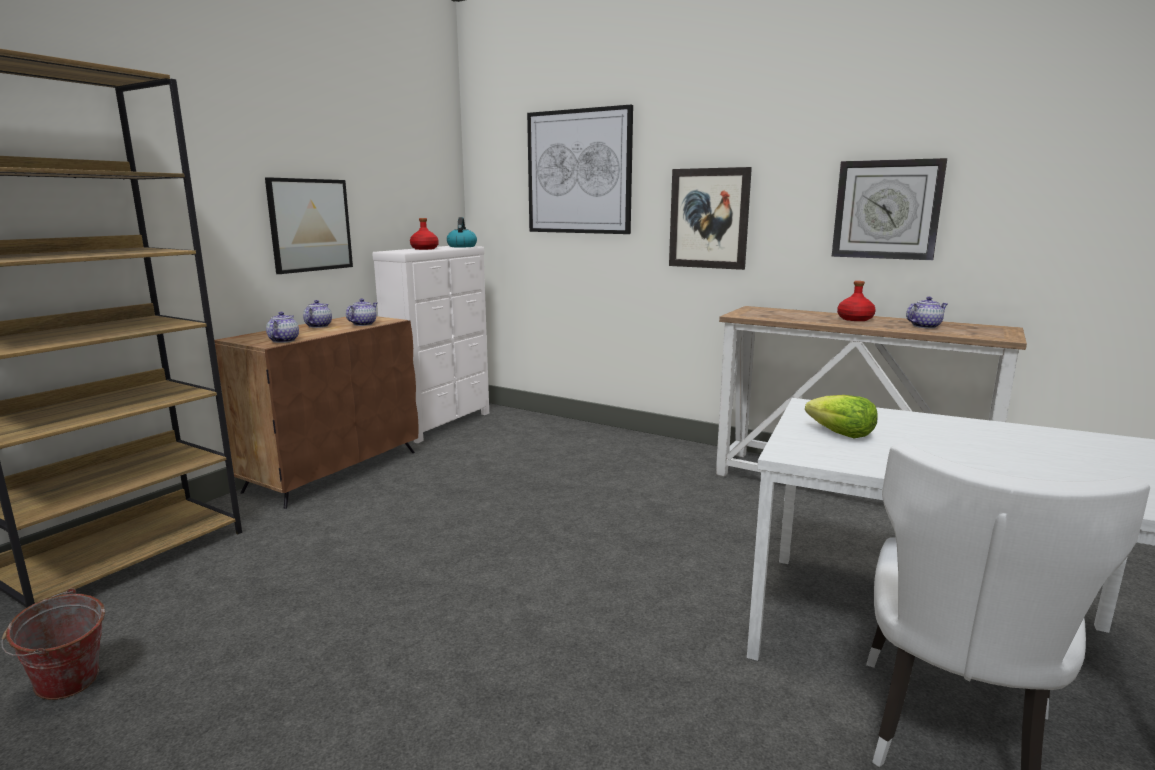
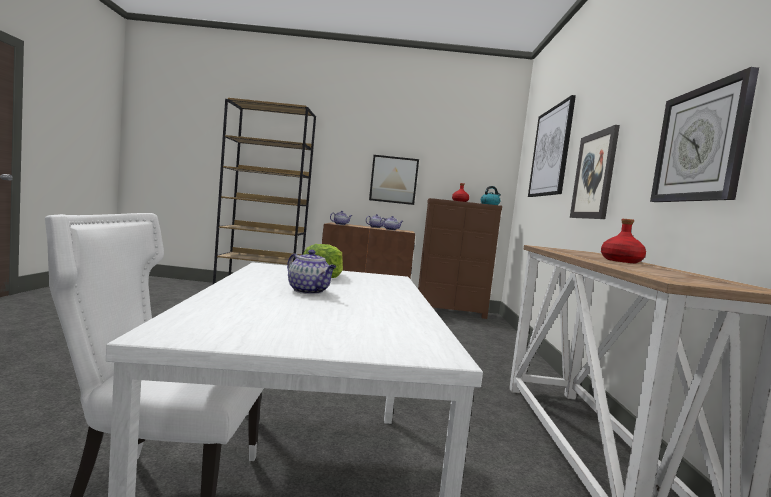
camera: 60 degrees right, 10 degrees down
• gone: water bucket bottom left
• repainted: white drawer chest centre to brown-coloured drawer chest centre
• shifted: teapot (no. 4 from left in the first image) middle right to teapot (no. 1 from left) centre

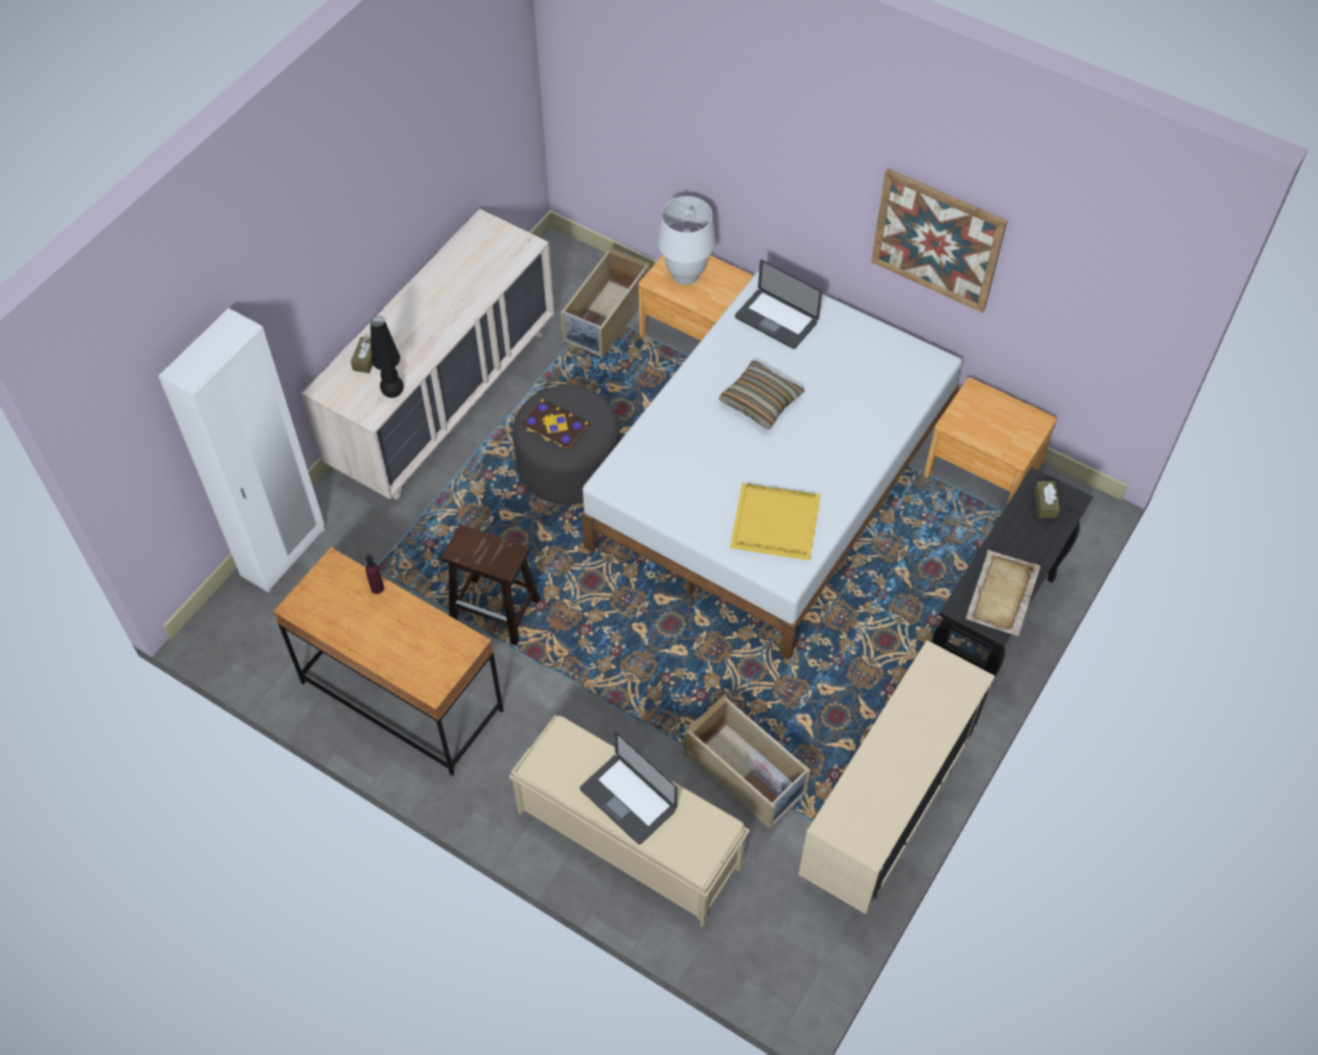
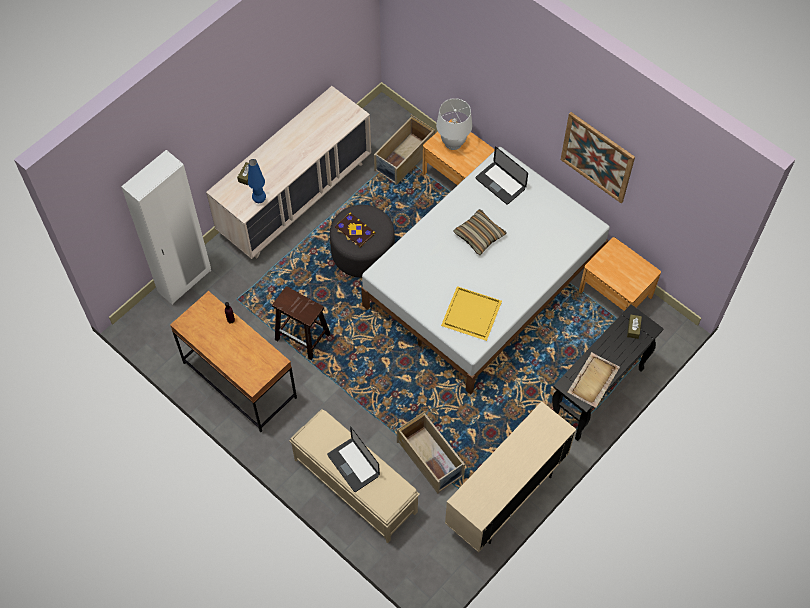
camera: 10 degrees right, 5 degrees up
• repainted: blackish table lamp middle left to blue-coloured table lamp top left

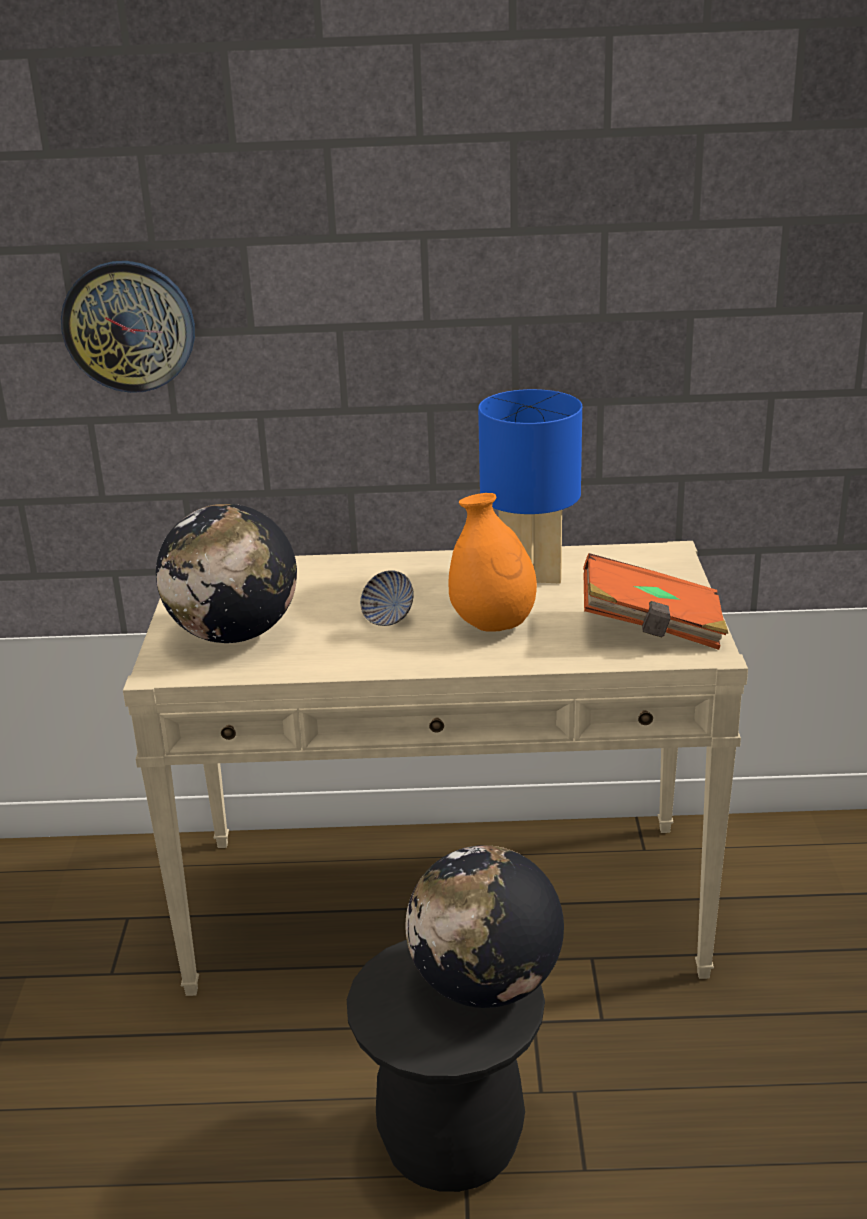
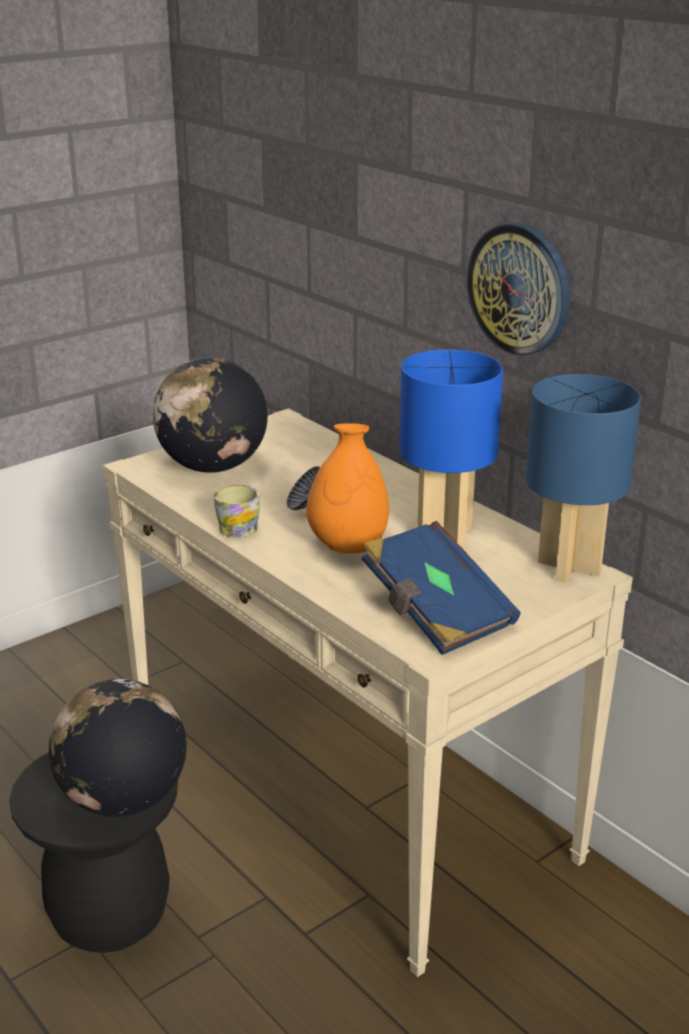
camera: 50 degrees right, 0 degrees up
• shifted: hanging clock top left to top right
• repainted: orange-coloured book middle right to blue-coloured book centre
• new: coffee mug centre
• new: blue-coloured table lamp (no. 2 from left) middle right

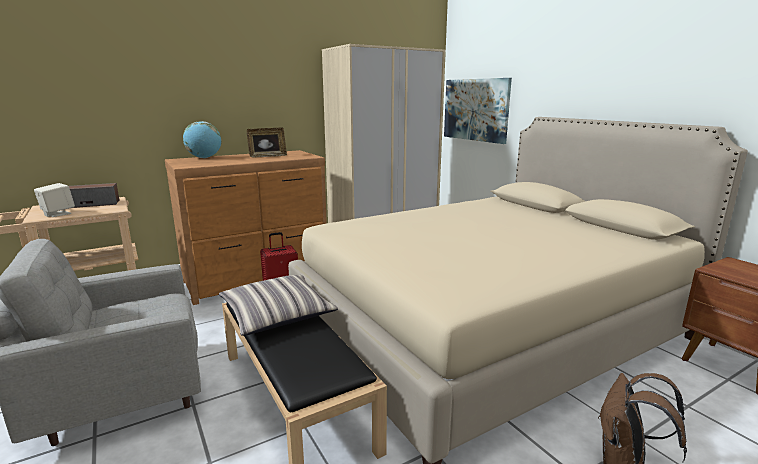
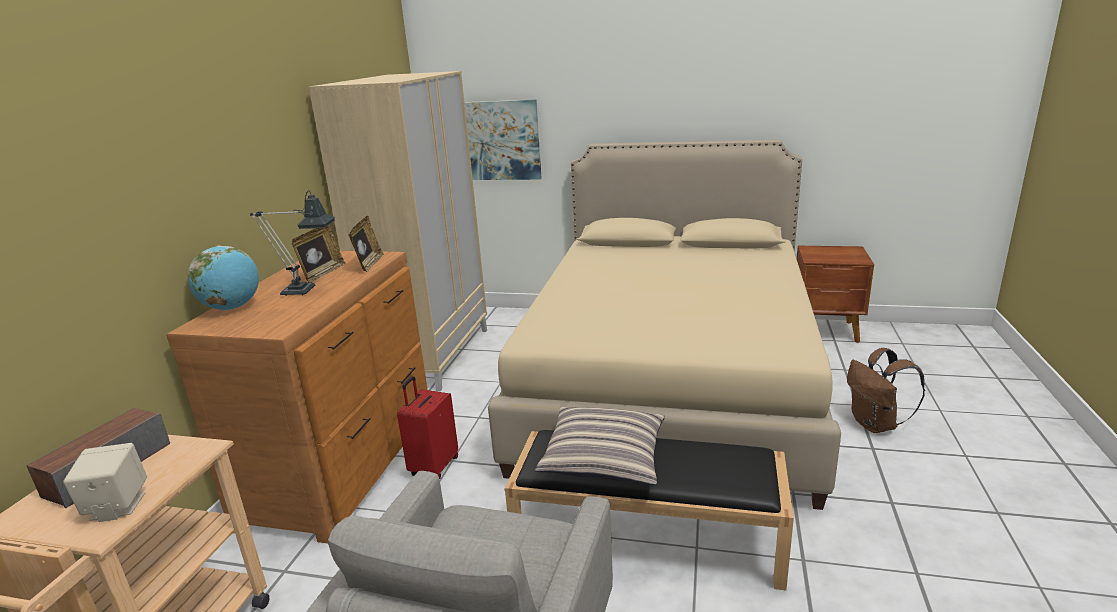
camera: 45 degrees left, 5 degrees up
• new: table lamp middle left
• new: picture frame (no. 2 from left) middle left

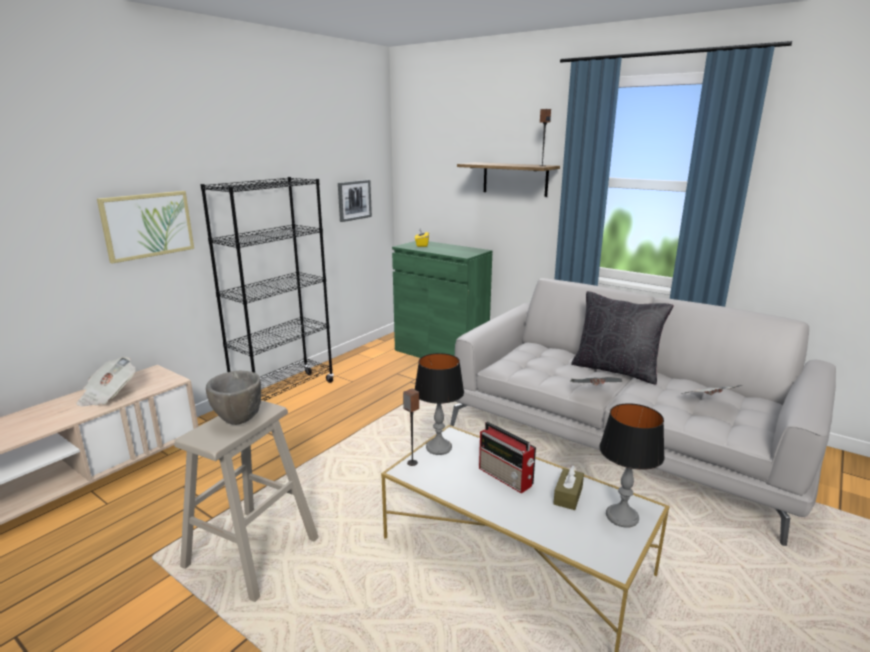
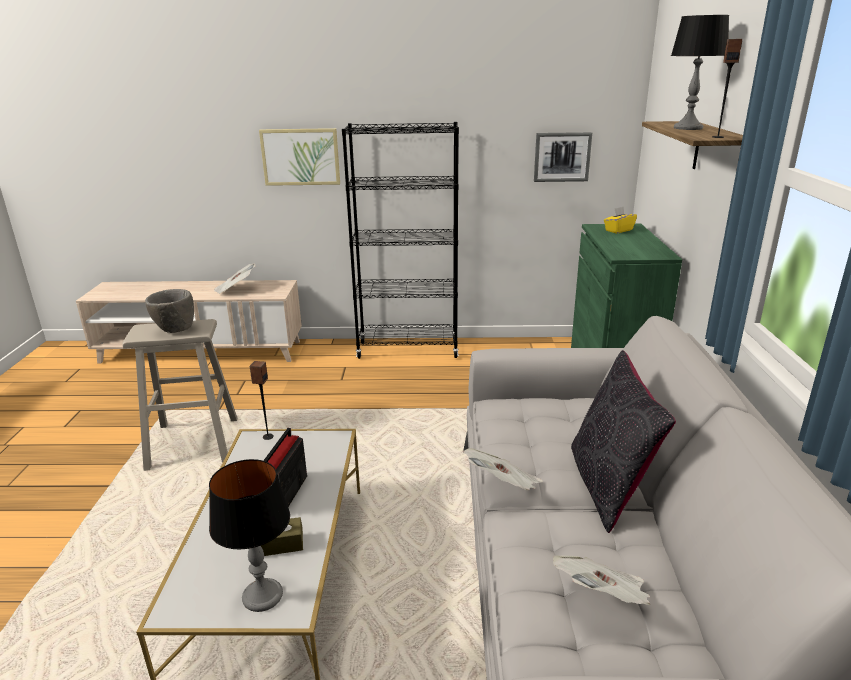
camera: 55 degrees right, 5 degrees up
• shifted: table lamp (no. 1 from left in the first image) centre to table lamp (no. 2 from left) top right

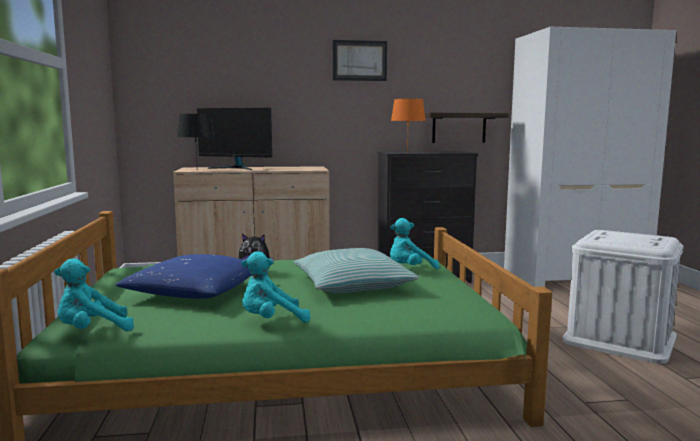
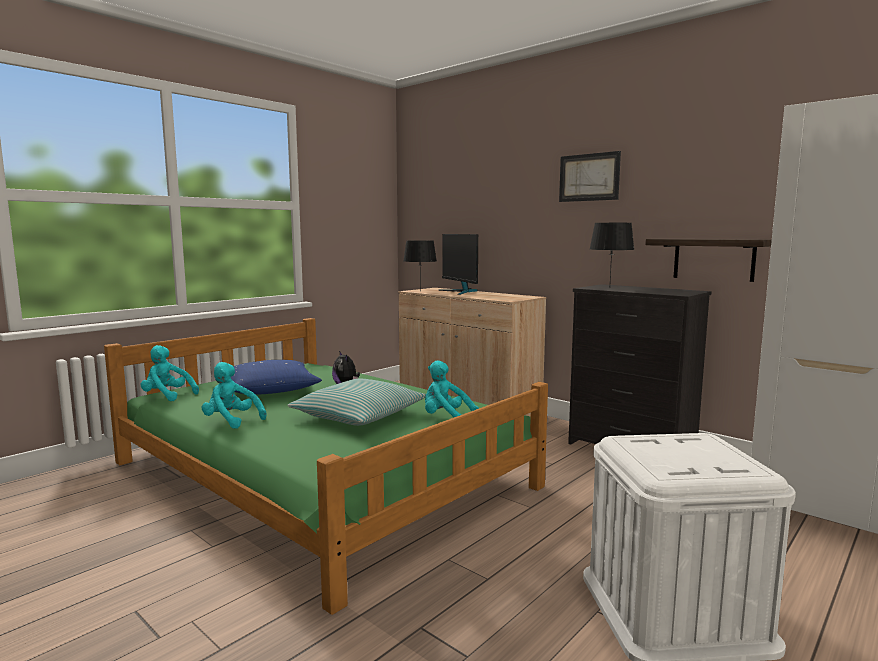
camera: 50 degrees right, 0 degrees up
• repainted: orange-coloured table lamp top centre to blackish table lamp (no. 2 from left) middle right

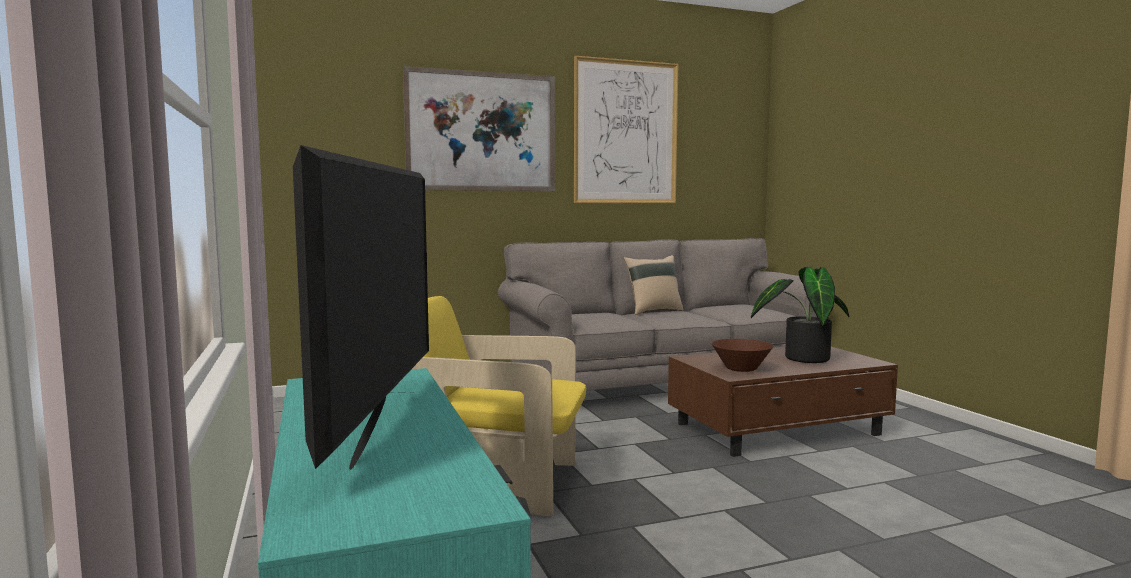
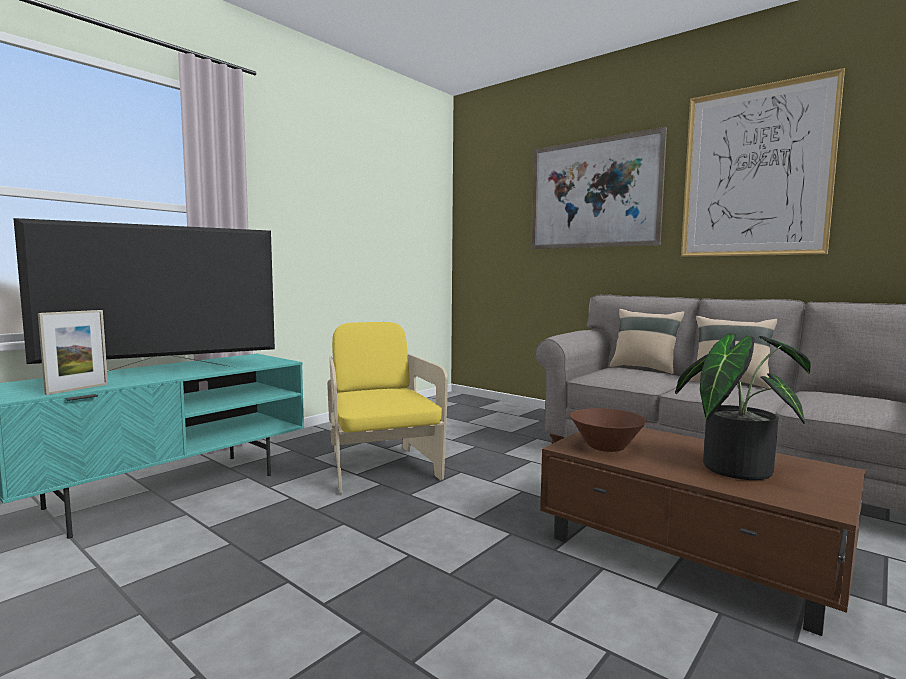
camera: 60 degrees right, 0 degrees up
• new: picture frame middle left
• new: sand-coloured throw pillow (no. 1 from left) middle right

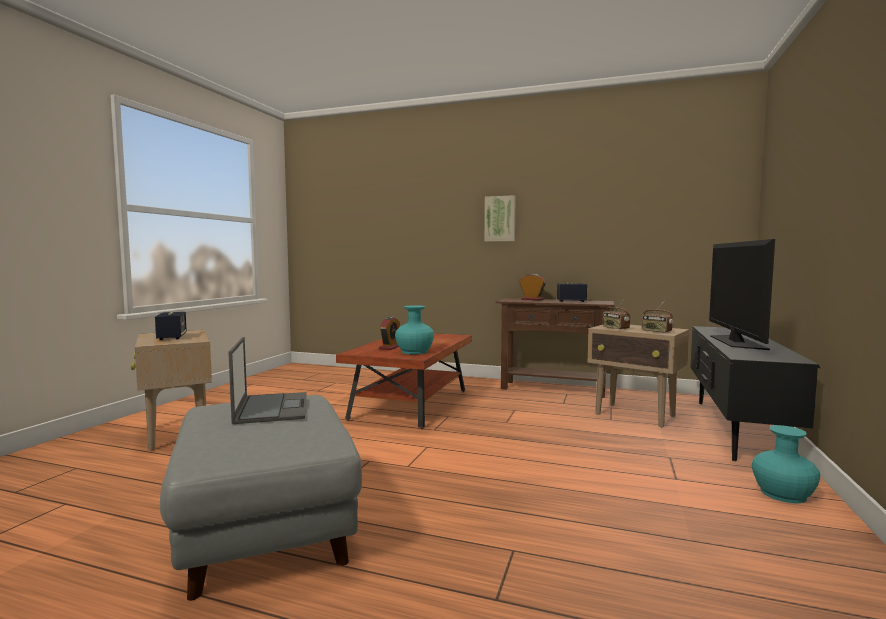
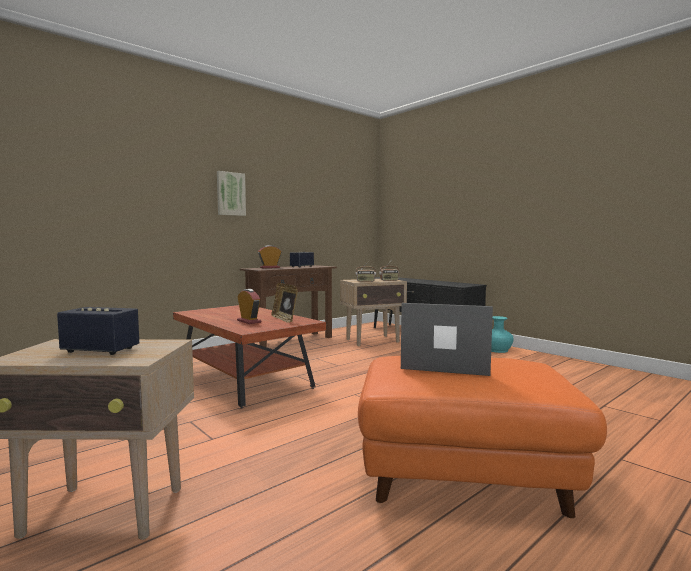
camera: 60 degrees left, 0 degrees up
• repainted: gray ottoman bottom left to orange-coloured ottoman bottom right
• swapped: blue-green flower vase (no. 1 from left) centre to picture frame centre
• gone: TV middle right

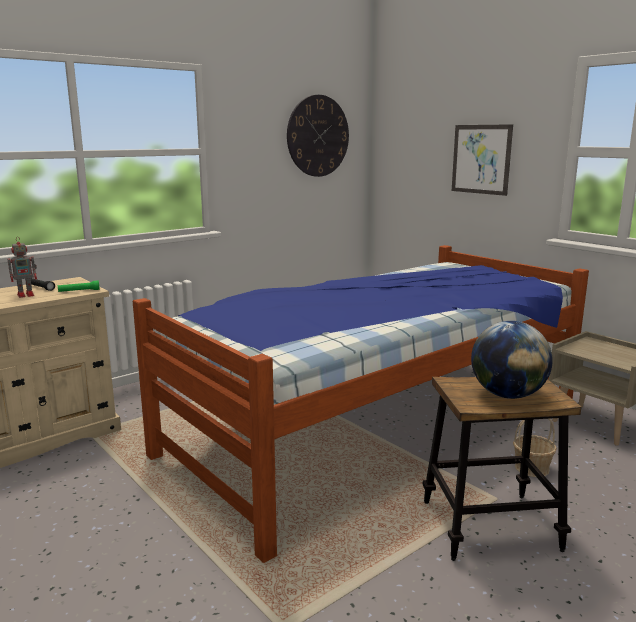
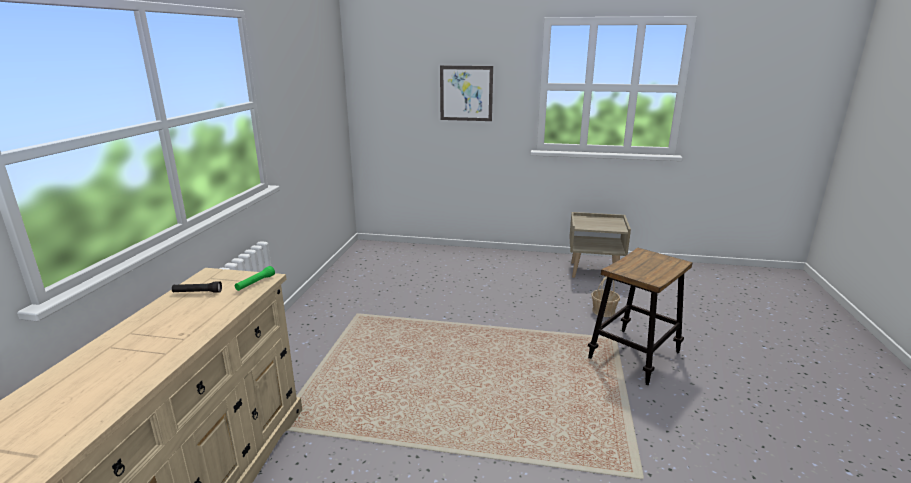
camera: 40 degrees left, 5 degrees up
• gone: toy robot middle left
• gone: bed centre
• gone: hanging clock top centre
• gone: world globe middle right

